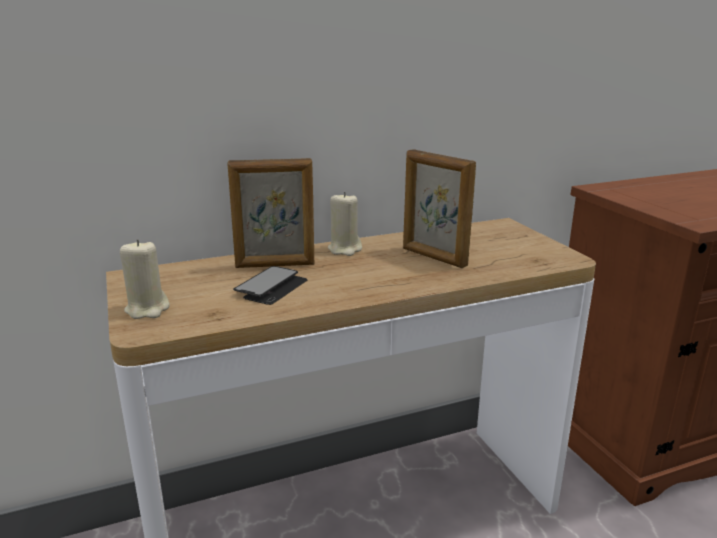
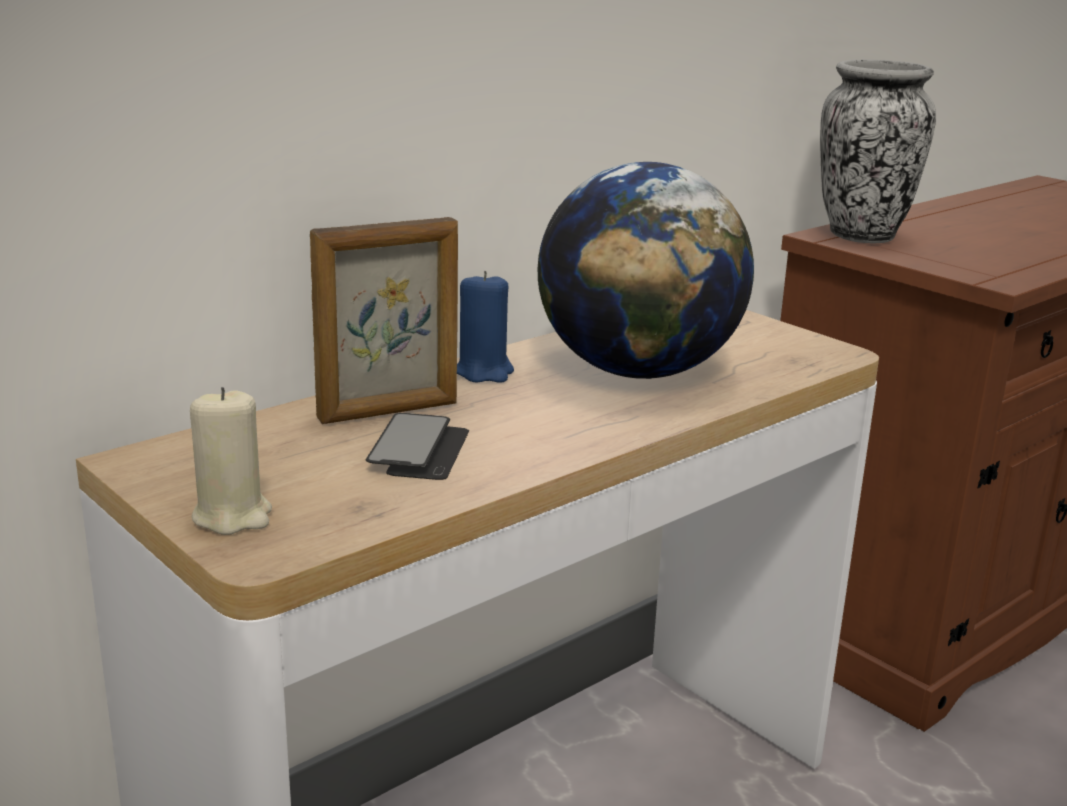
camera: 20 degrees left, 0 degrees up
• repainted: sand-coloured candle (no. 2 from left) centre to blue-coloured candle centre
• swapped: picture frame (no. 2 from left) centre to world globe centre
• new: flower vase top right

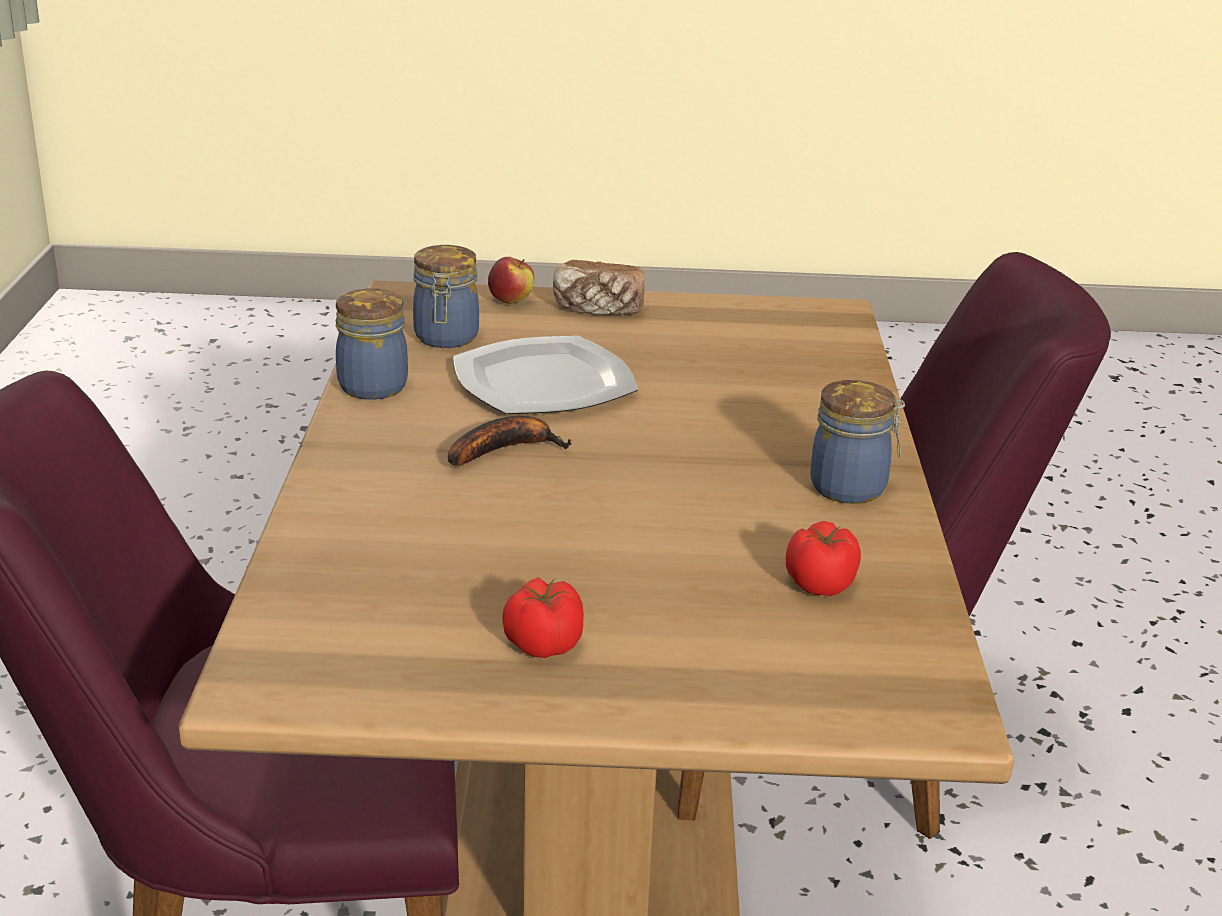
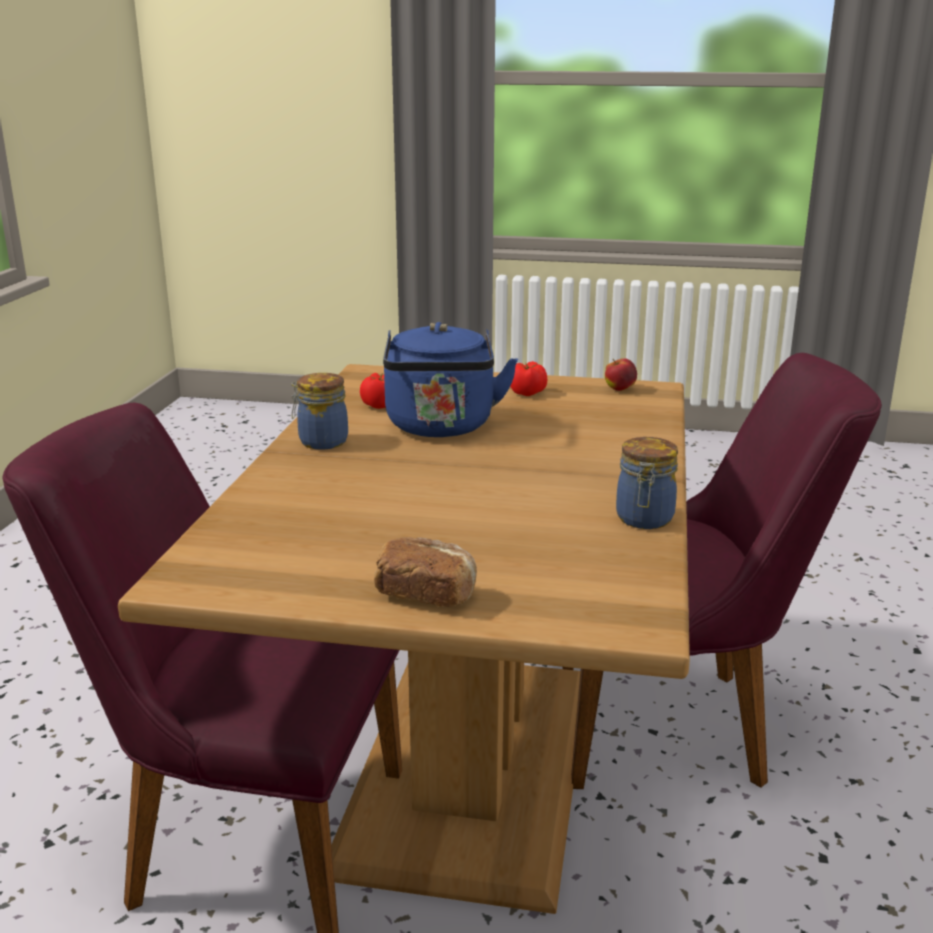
camera: 170 degrees left, 5 degrees down
• gone: storage jar (no. 2 from left) top centre
• gone: banana fruit centre
• gone: plate centre
• shifted: whole apple top centre to centre
• new: blue-coloured kettle centre

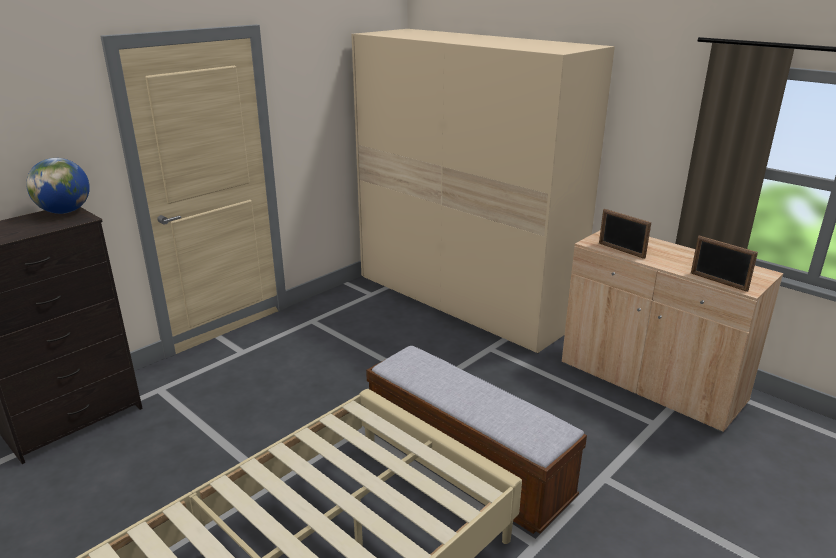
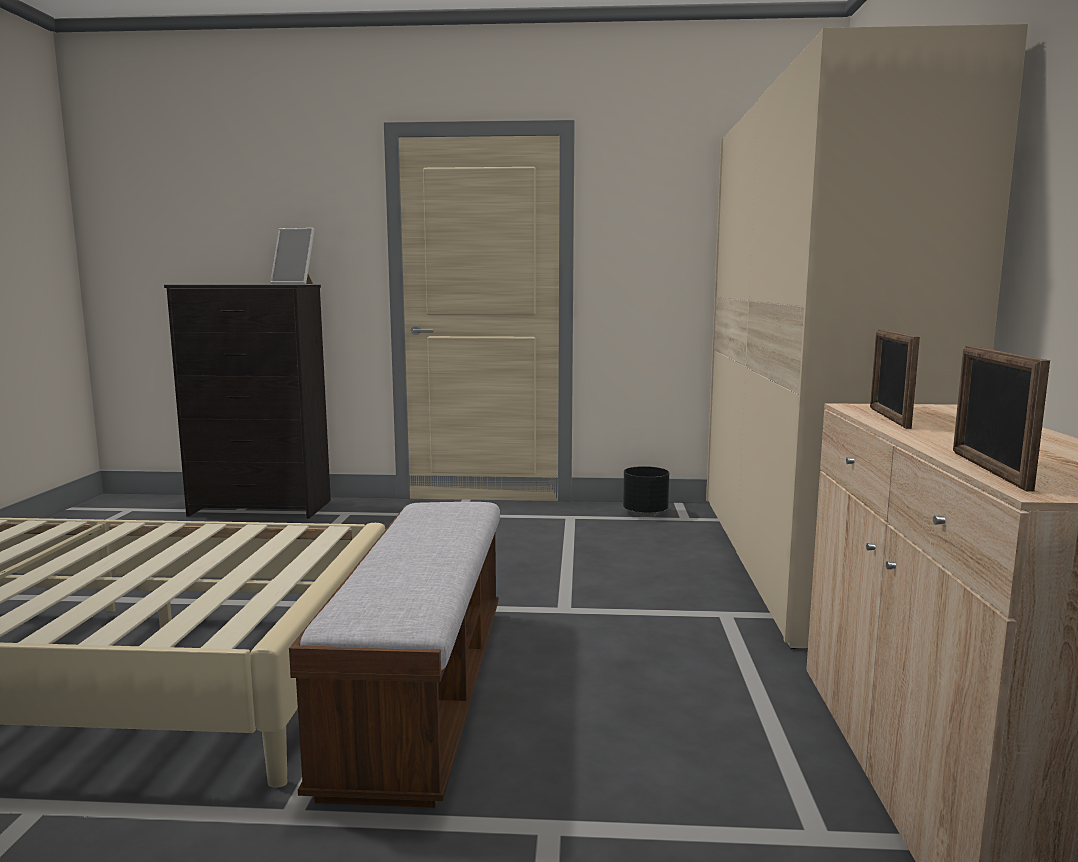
camera: 50 degrees right, 15 degrees down
• swapped: world globe middle left to picture frame (no. 1 from left) top left
• new: blackish planter centre

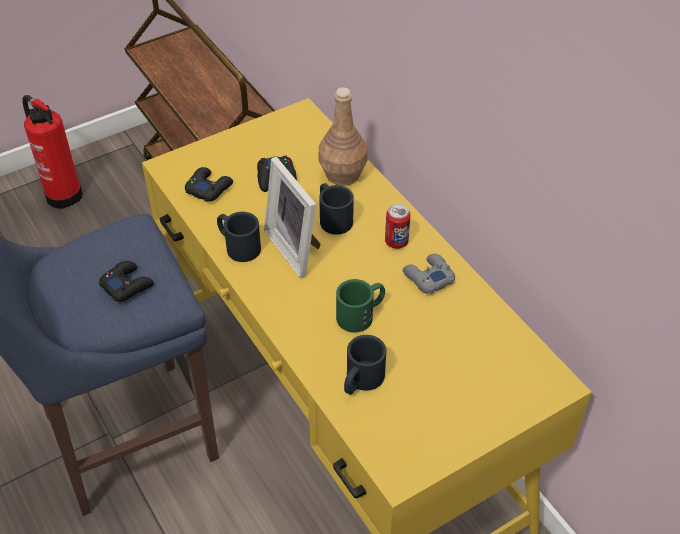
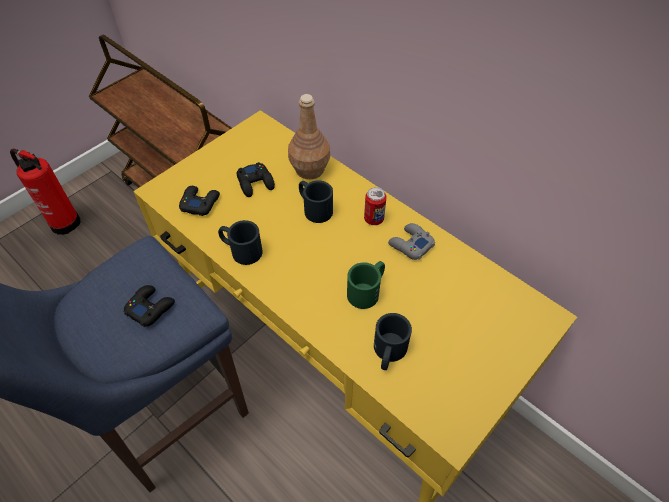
camera: 15 degrees left, 5 degrees up
• gone: picture frame centre

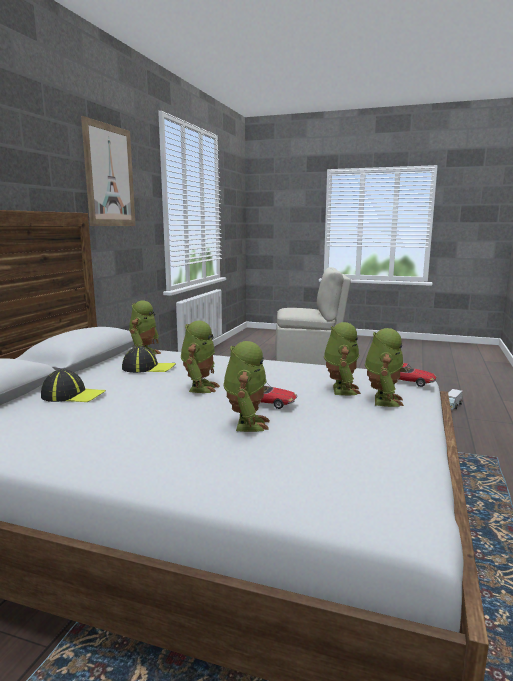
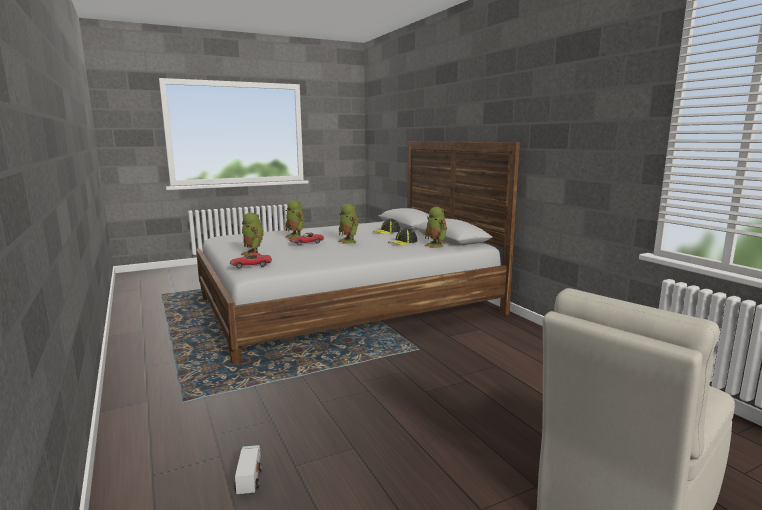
camera: 135 degrees right, 0 degrees up
• gone: picture top left
• gone: toy robot (no. 4 from left) middle right

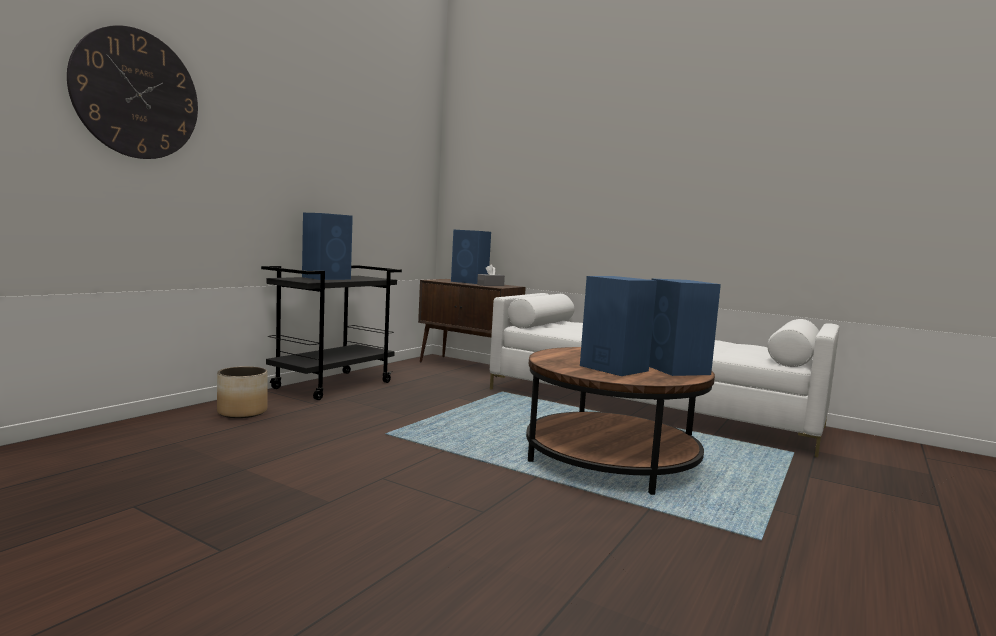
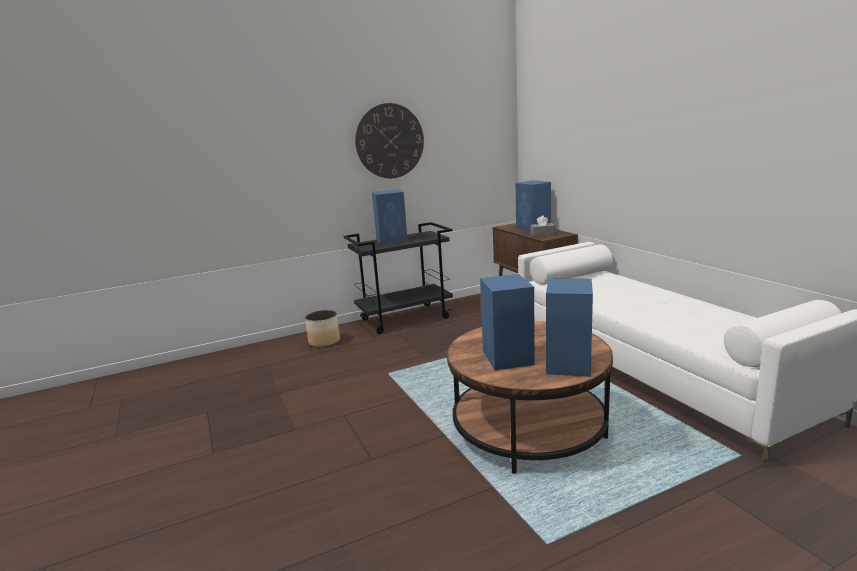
camera: 35 degrees right, 10 degrees up
• shifted: hanging clock top left to top centre

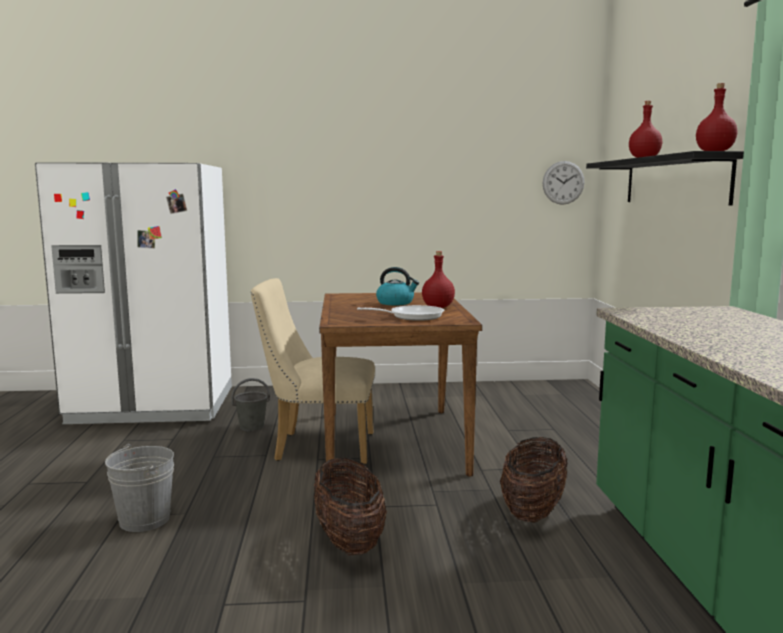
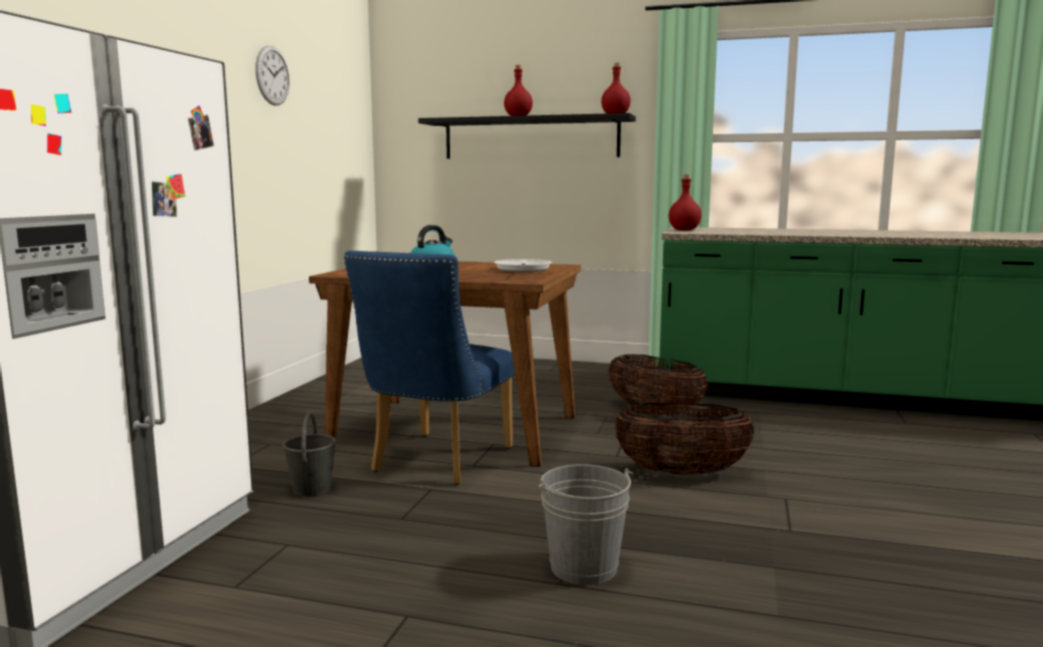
camera: 70 degrees left, 0 degrees up
• repainted: sand-coloured plain chair centre to blue-coloured plain chair centre
• shifted: red bottle (no. 1 from left in the first image) centre to red bottle (no. 3 from left) top centre
• shifted: hanging clock top right to top left

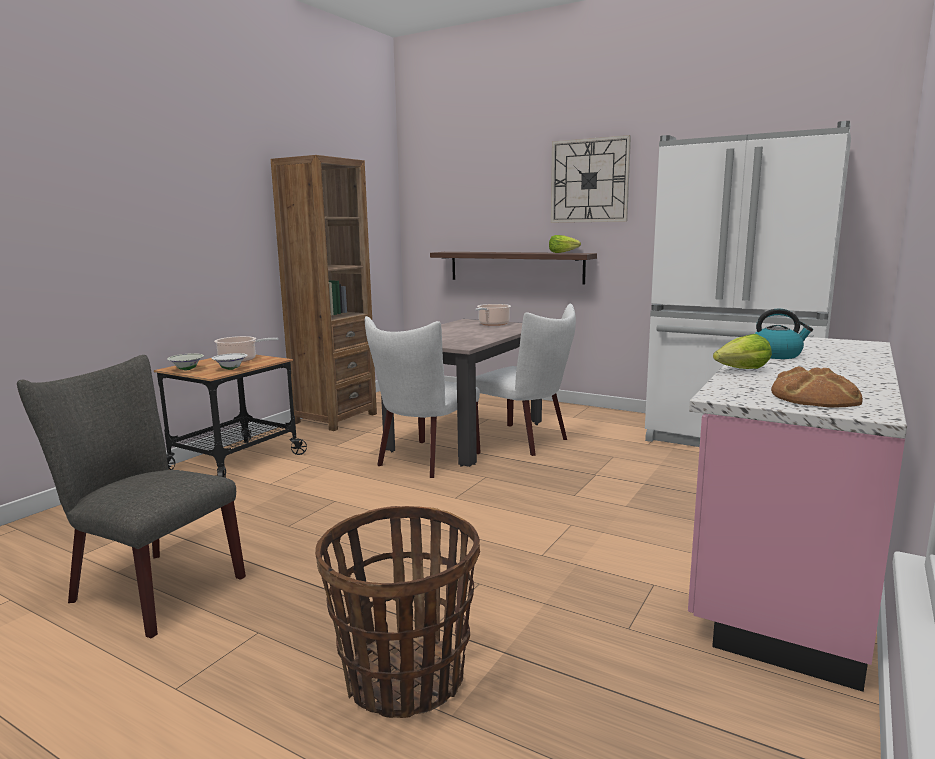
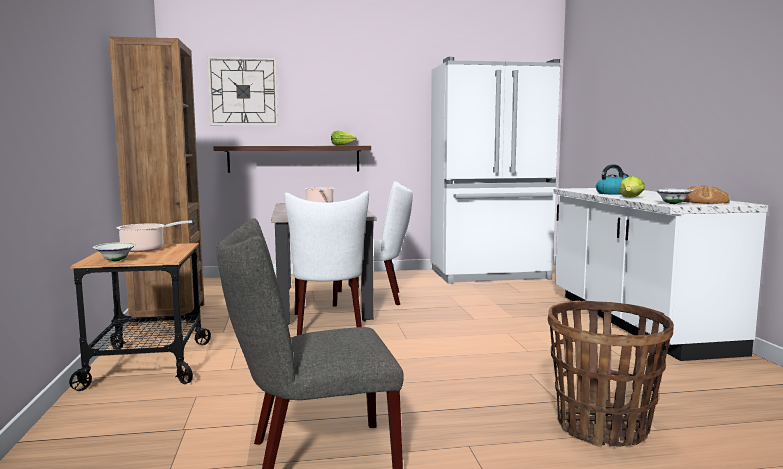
camera: 40 degrees left, 5 degrees down
• shifted: white bowl (no. 2 from left) middle left to middle right
• shifted: hanging clock top centre to top left
• repainted: pink kitchen counter bottom right to white kitchen counter middle right

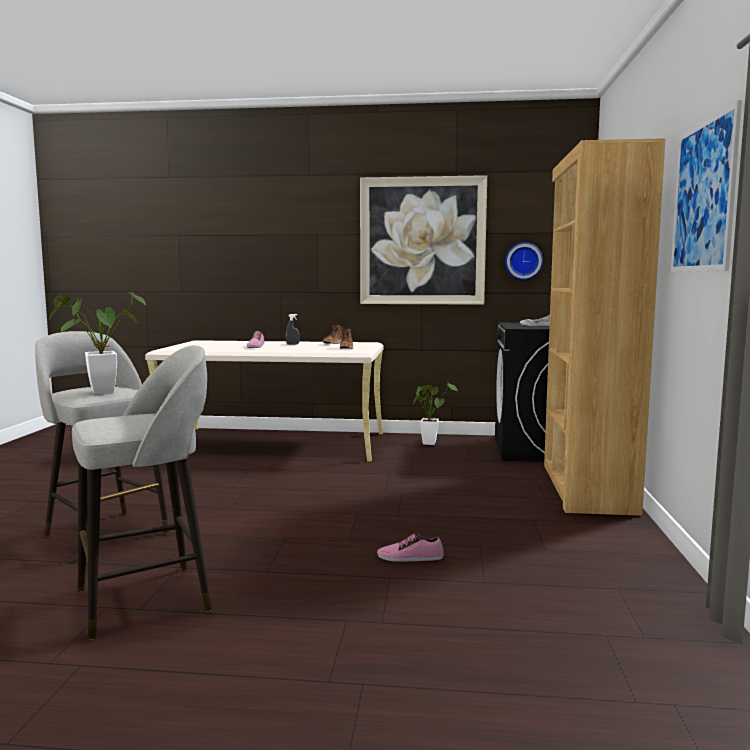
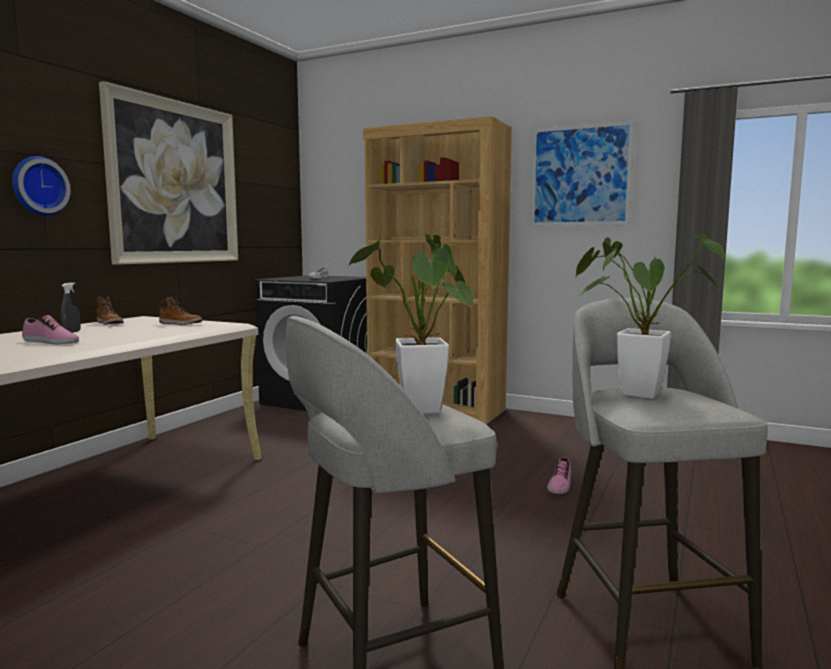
camera: 70 degrees left, 0 degrees up
• shifted: potted plant (no. 2 from left) centre to middle right
• shifted: hanging clock middle right to top left

